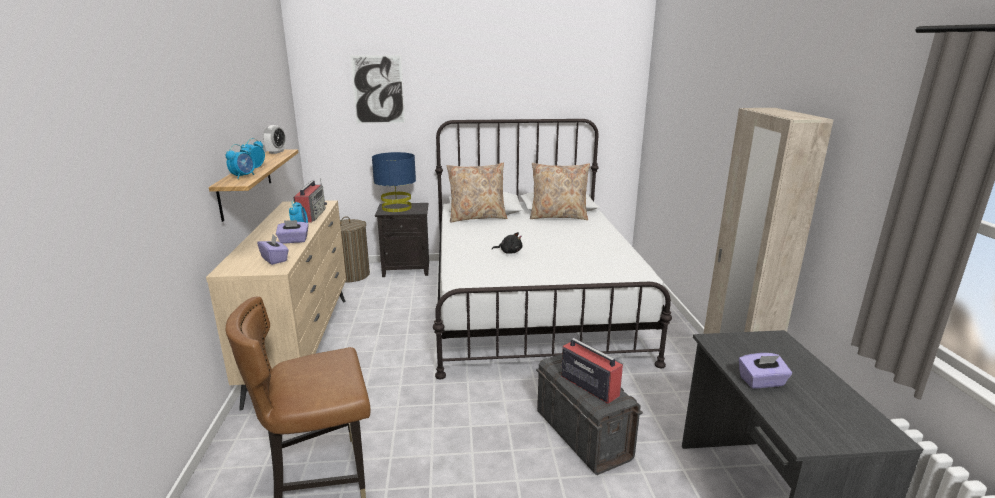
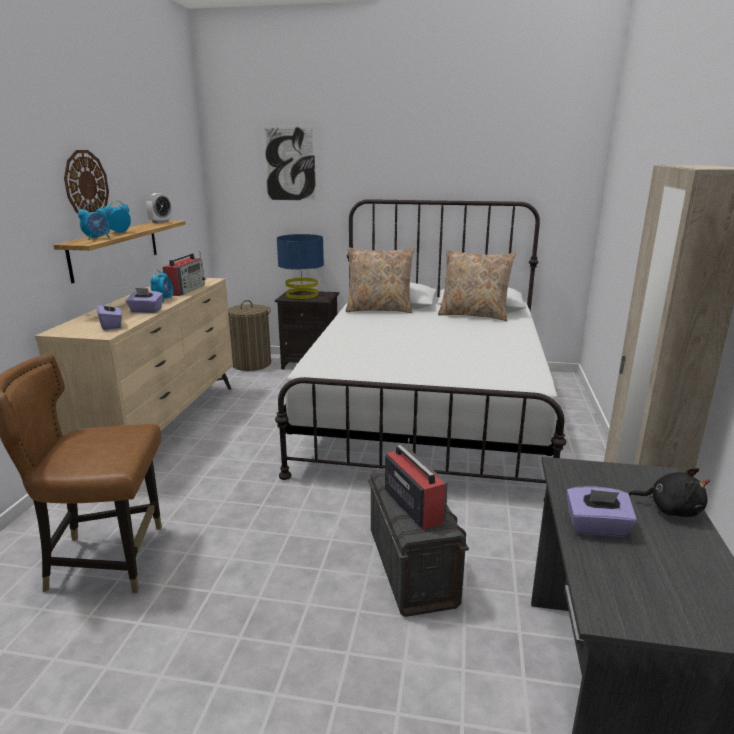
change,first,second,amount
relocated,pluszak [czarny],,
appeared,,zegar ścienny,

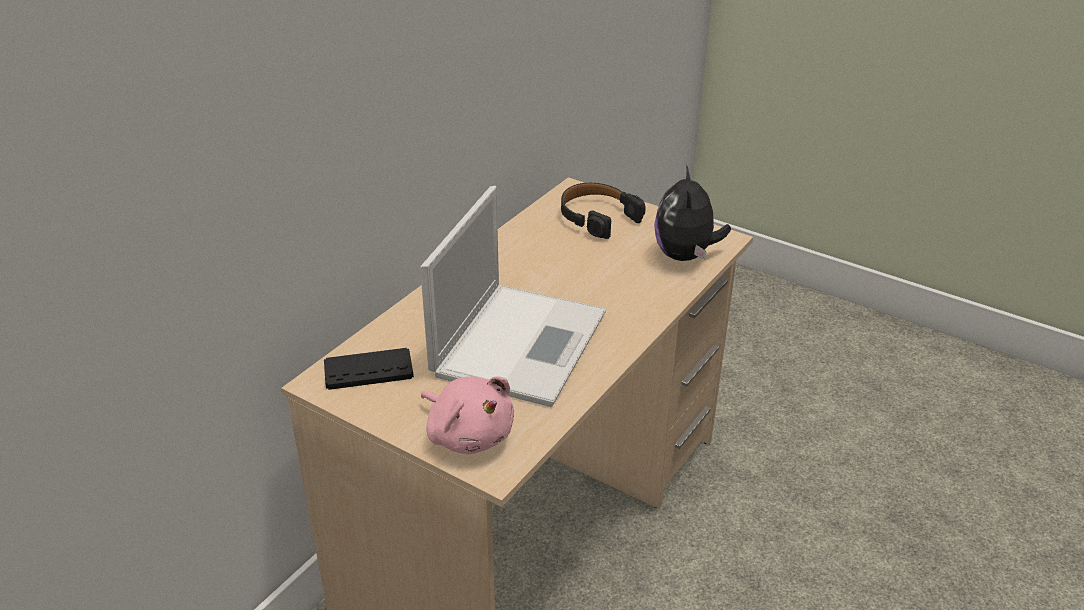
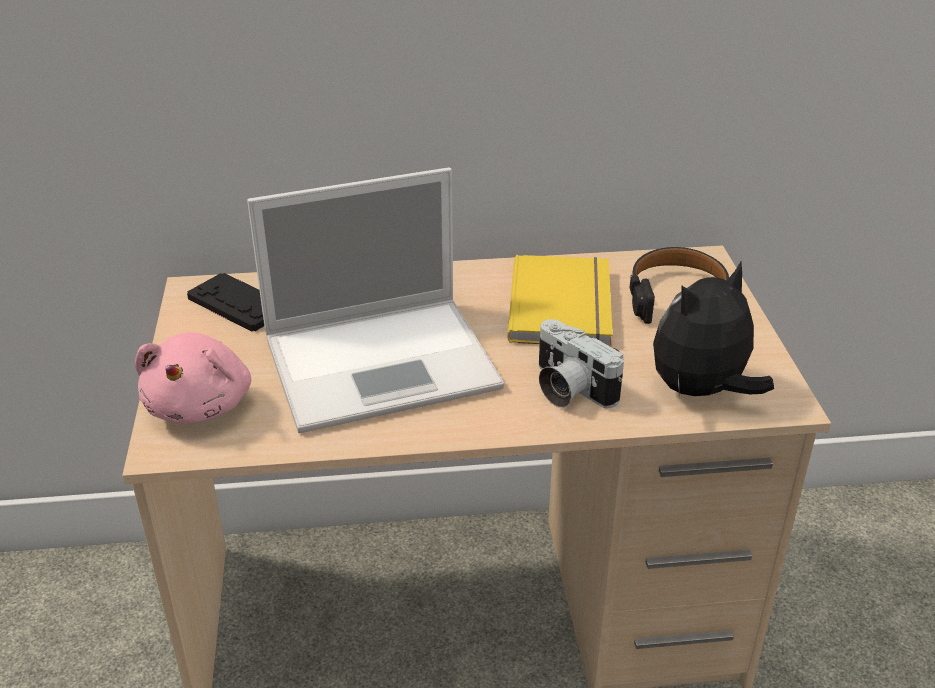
change,first,second,amount
appeared,,książka [żółty],
appeared,,aparat fotograficzny,

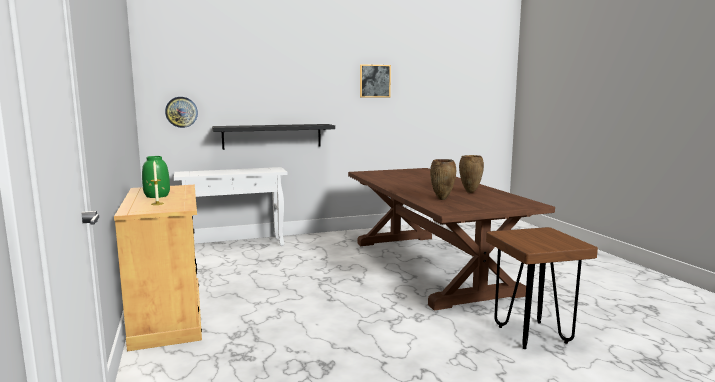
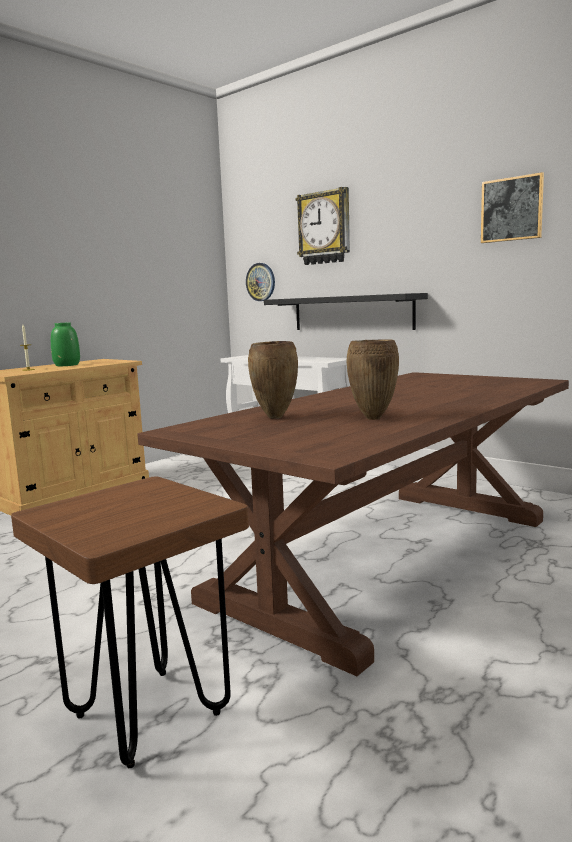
change,first,second,amount
appeared,,zegar ścienny (no. 2 from left),

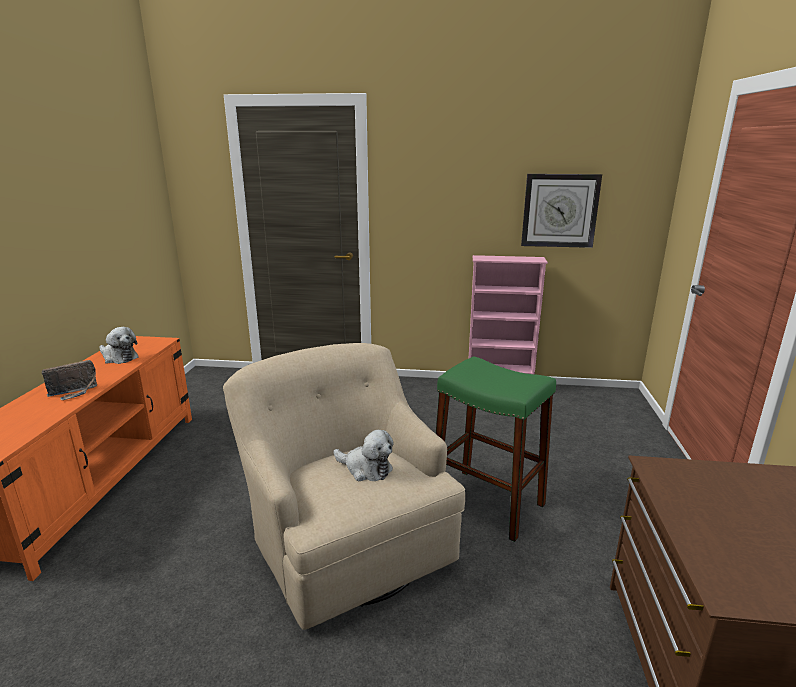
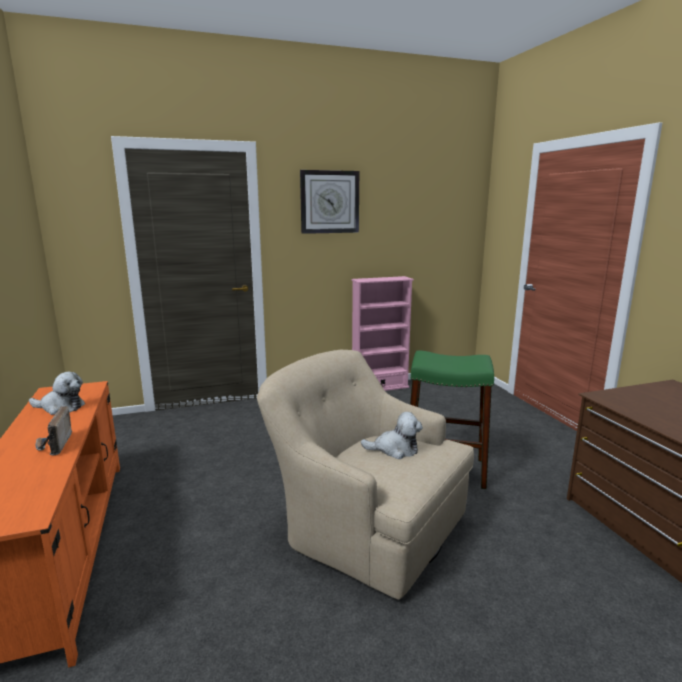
change,first,second,amount
relocated,zegar ścienny,,
spun,radio,,135 degrees clockwise

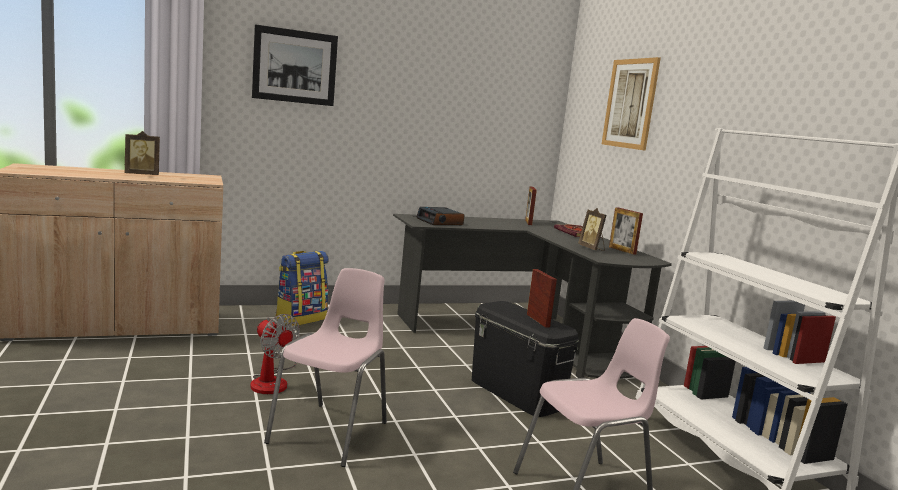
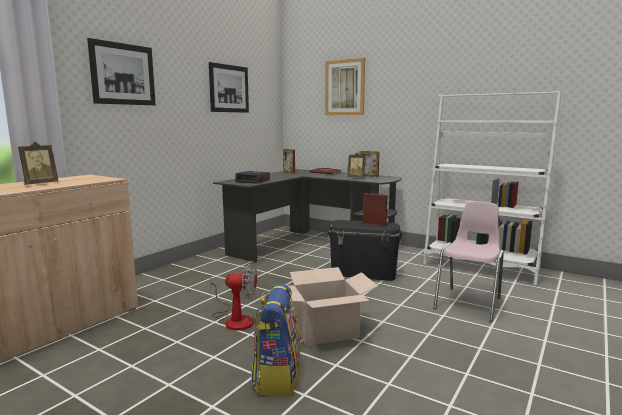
change,first,second,amount
relocated,plecak,,
exchanged,krzesło [różowy] (no. 1 from left),karton,
appeared,,obraz (no. 2 from left),

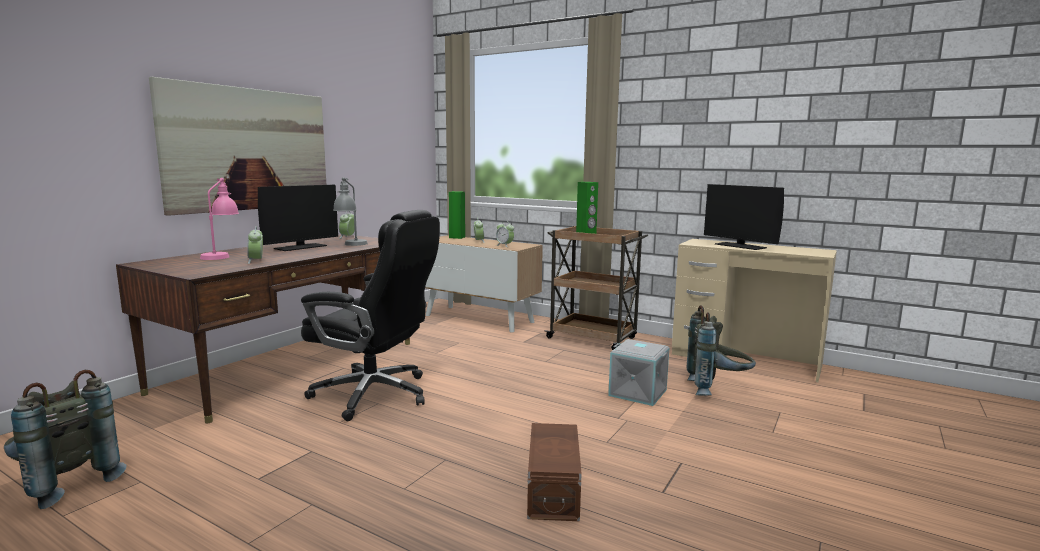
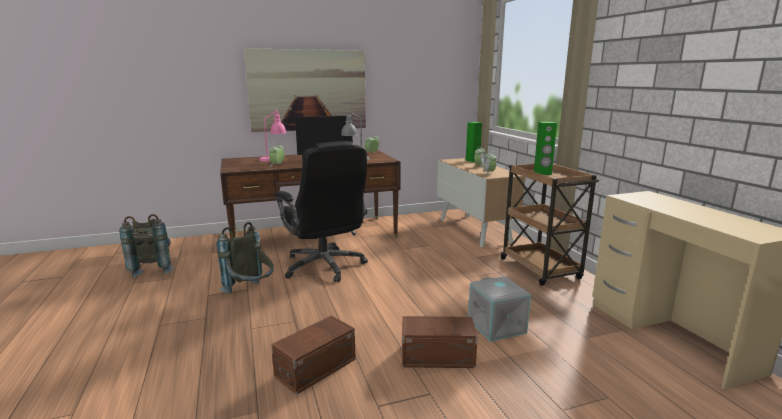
change,first,second,amount
missing,monitor (no. 2 from left),,
relocated,plecak [szary] (no. 2 from left),,
appeared,,pojemnik do przechowywania [brązowy] (no. 2 from left),

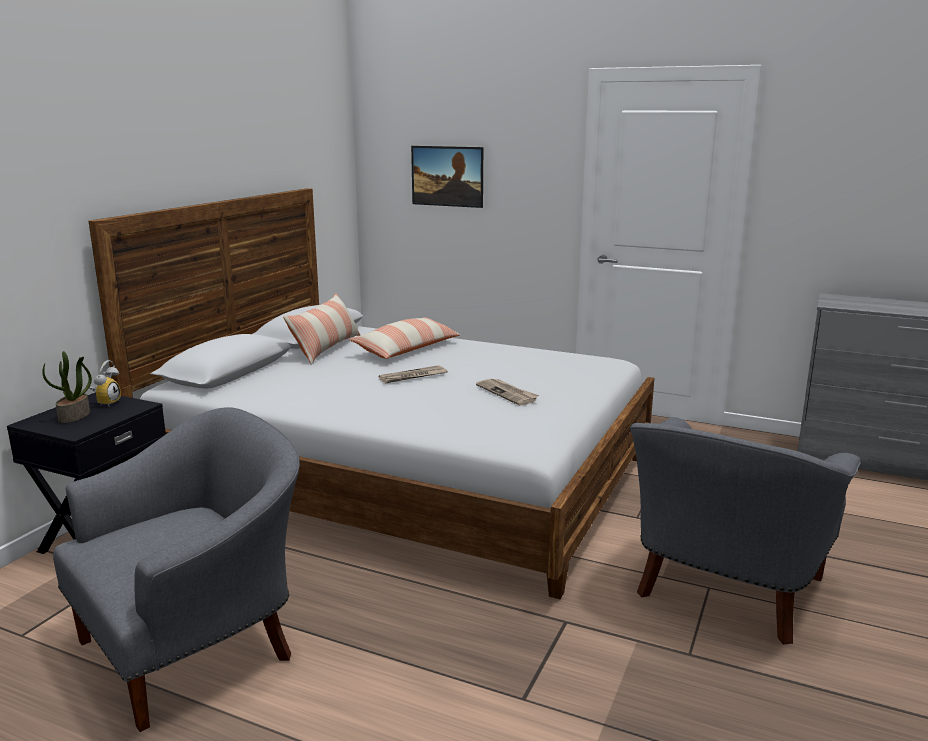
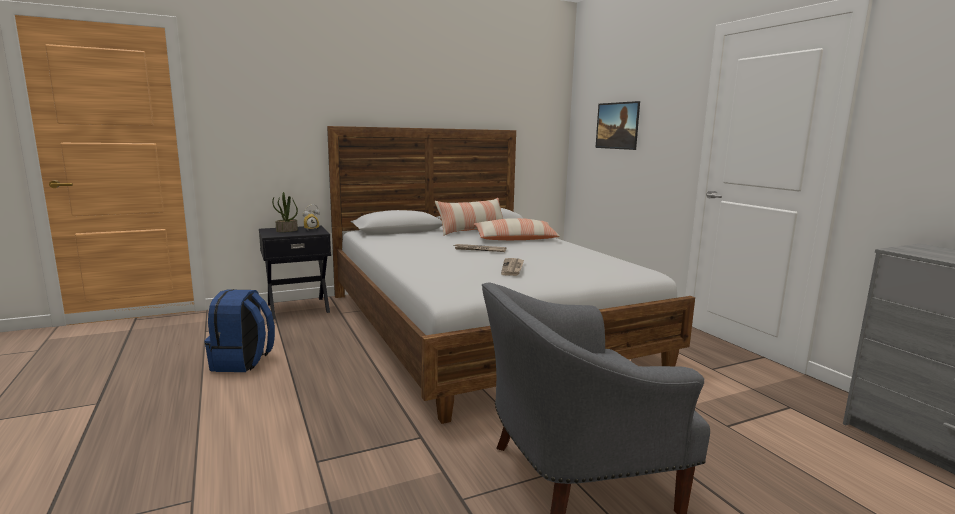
change,first,second,amount
exchanged,fotel [szary] (no. 1 from left),plecak [niebieski],

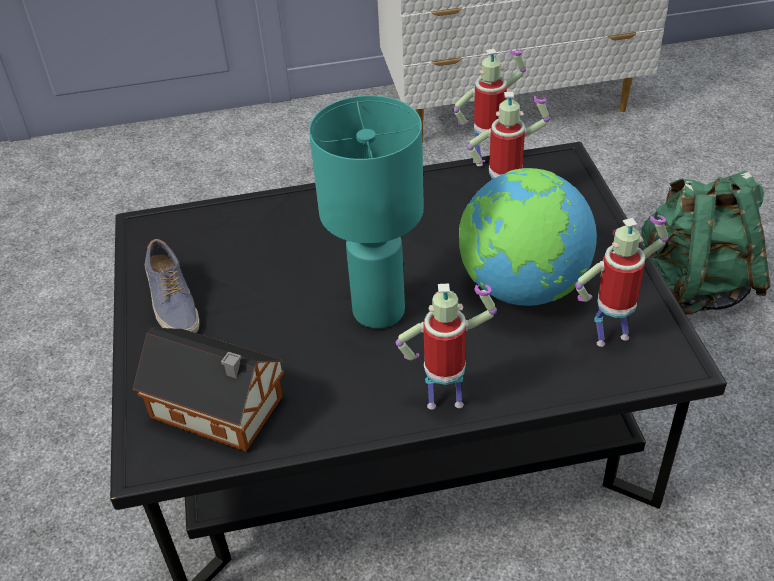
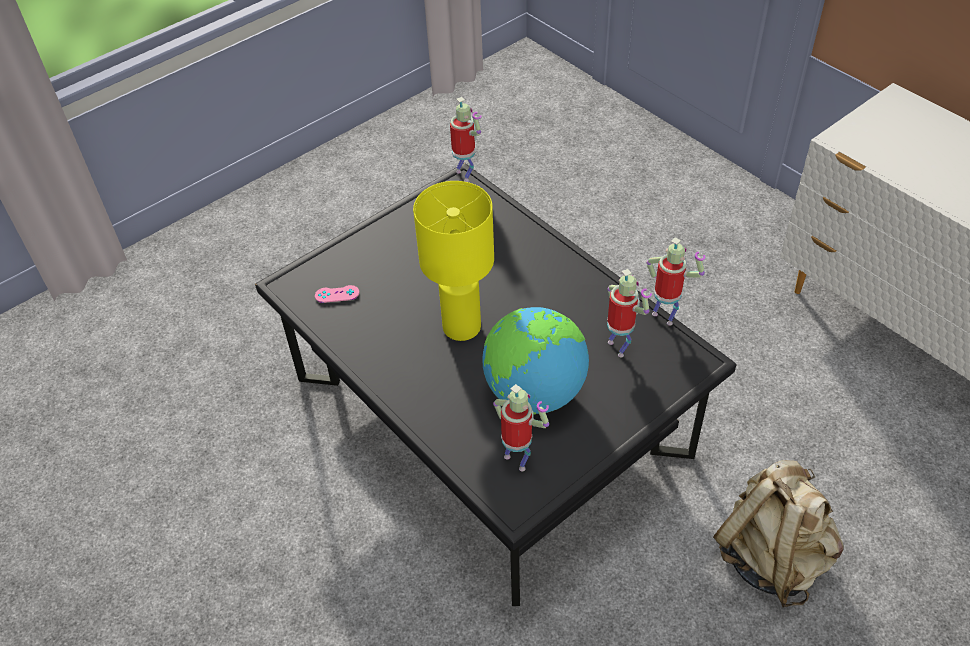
change,first,second,amount
colour,lampa stołowa [turkusowy],lampa stołowa [żółty],
colour,plecak [zielony],plecak [beżowy],
missing,but,,
relocated,robot zabawkowy (no. 1 from left),,
exchanged,domek,pad do gier [różowy],

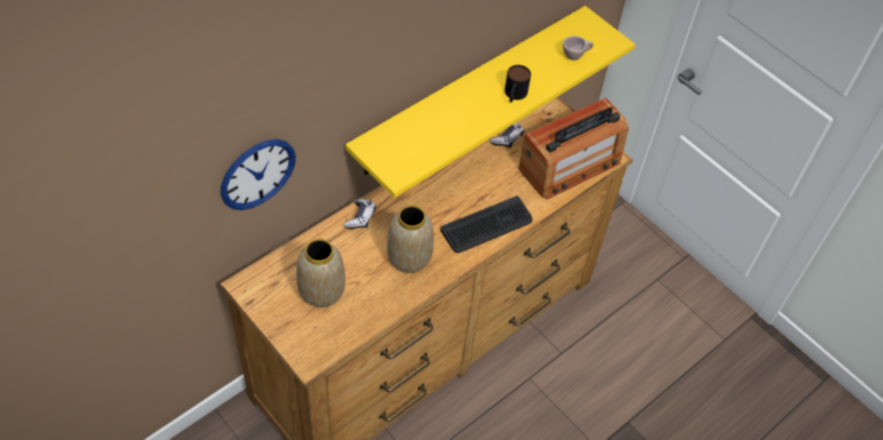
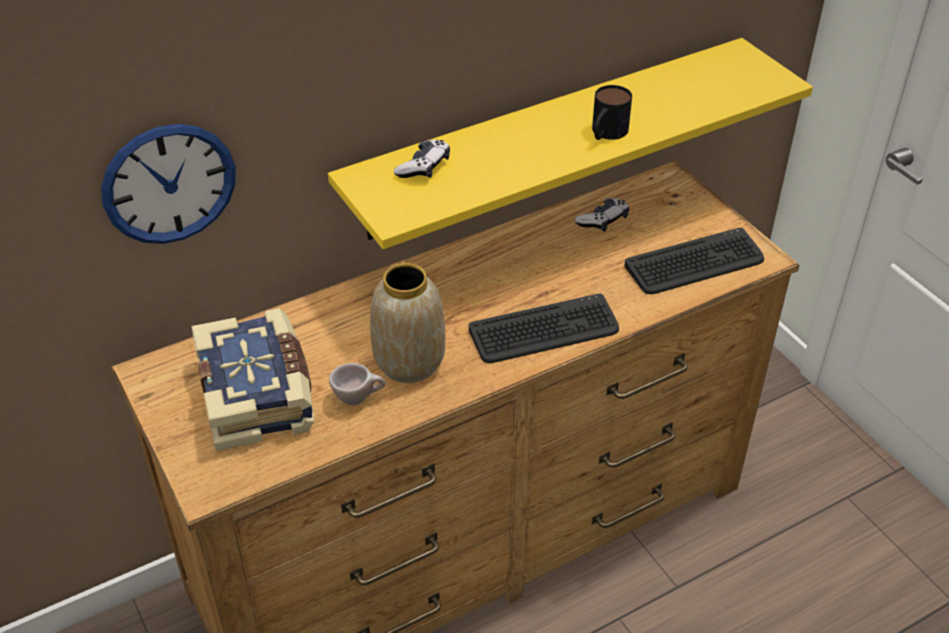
change,first,second,amount
relocated,filiżanka [beżowy],,
exchanged,radio,klawiatura (no. 2 from left),
relocated,pad do gier (no. 1 from left),,
exchanged,wazon (no. 1 from left),książka,

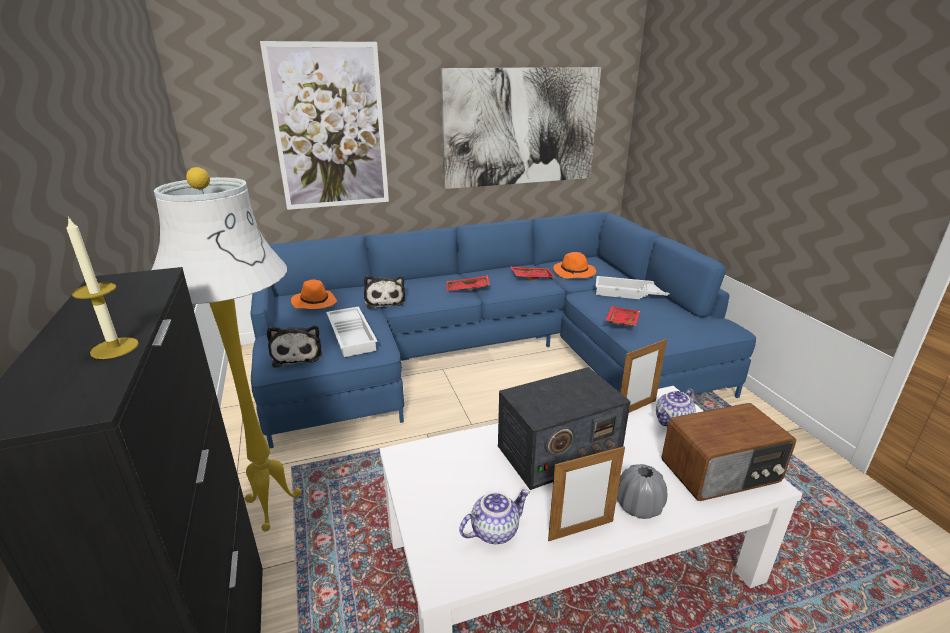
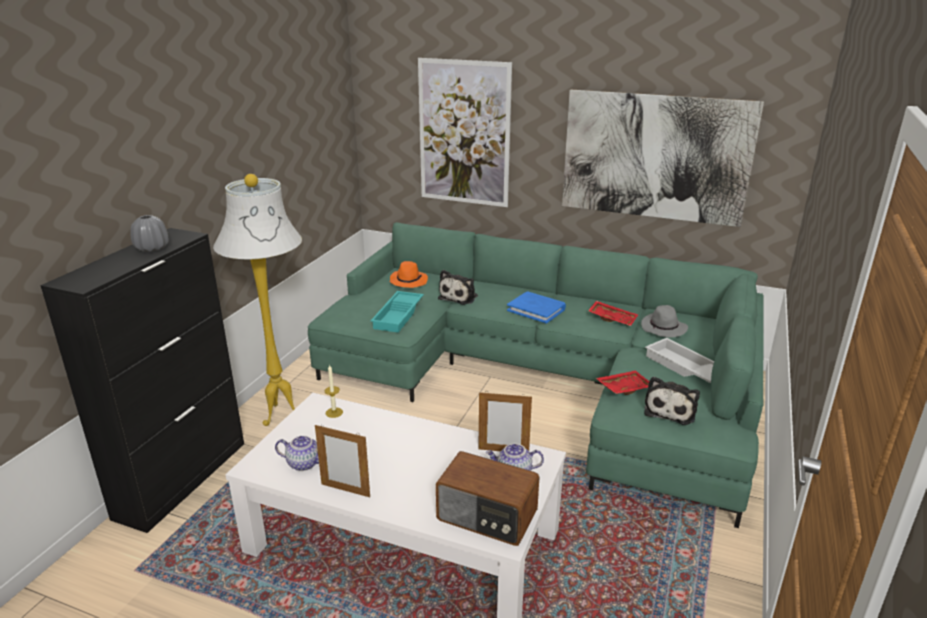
change,first,second,amount
colour,kanapa [niebieski],kanapa [zielony],
relocated,świeca,,
colour,kapelusz [pomarańczowy] (no. 2 from left),kapelusz [szary],
exchanged,taca [czerwony] (no. 1 from left),książka [niebieski],
colour,taca [biały] (no. 1 from left),taca [turkusowy],
relocated,pluszak (no. 1 from left in the first image),pluszak (no. 2 from left),
missing,radio (no. 1 from left),,
relocated,wazon [szary],,

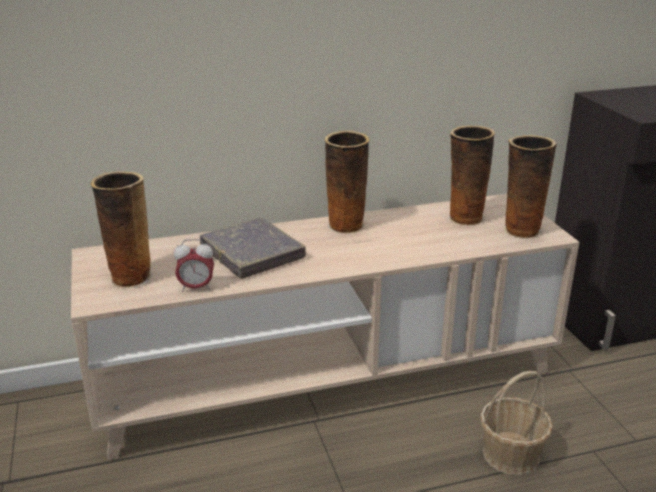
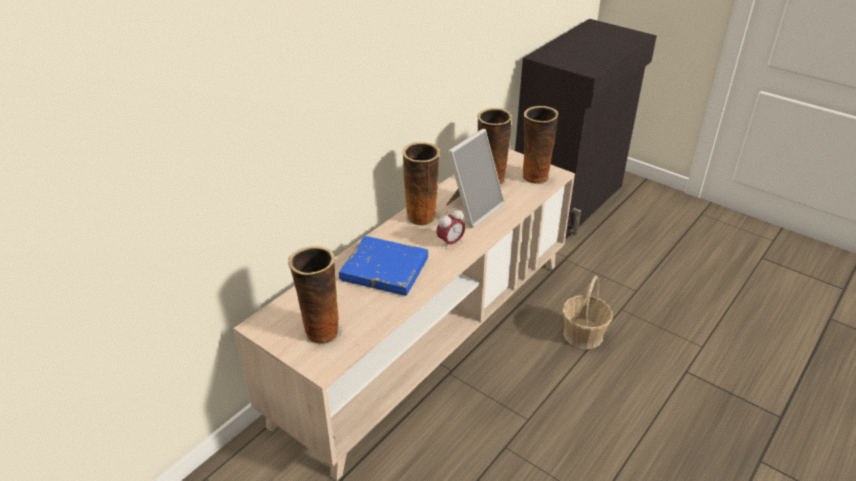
change,first,second,amount
colour,książka [szary],książka [niebieski],
relocated,budzik,,
appeared,,ramka na zdjęcie,

